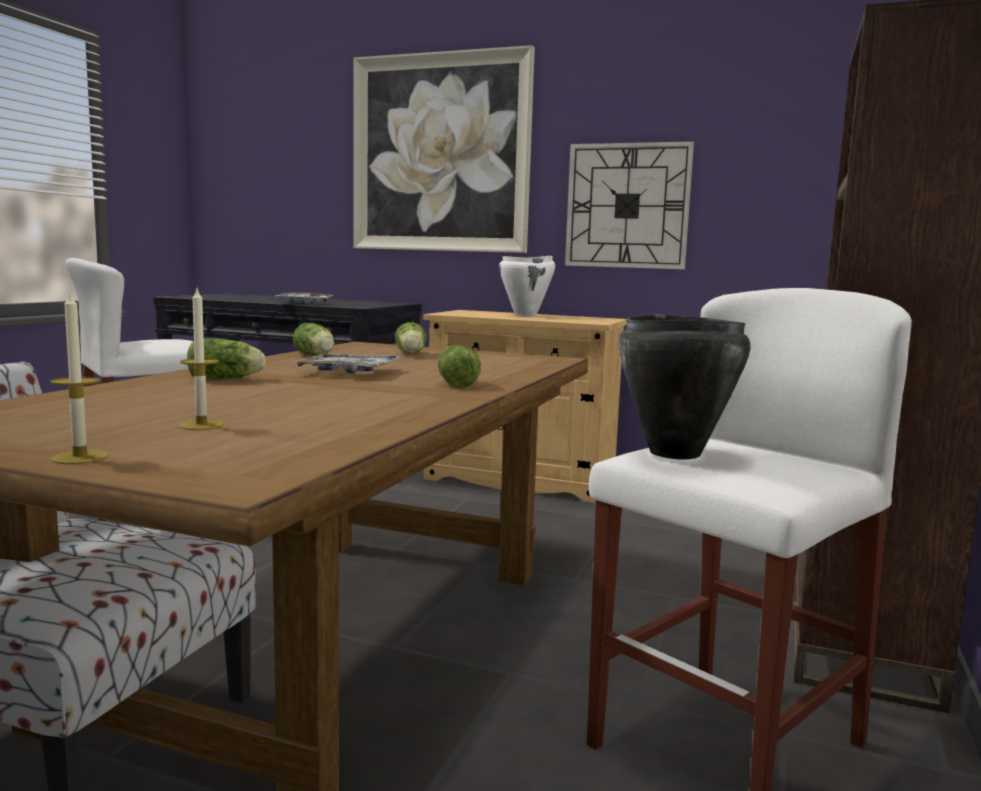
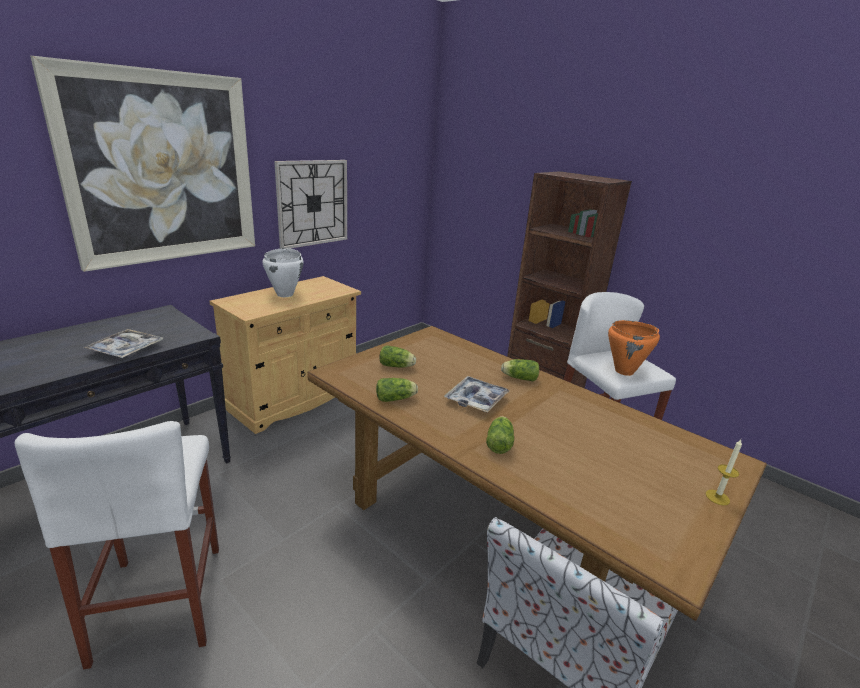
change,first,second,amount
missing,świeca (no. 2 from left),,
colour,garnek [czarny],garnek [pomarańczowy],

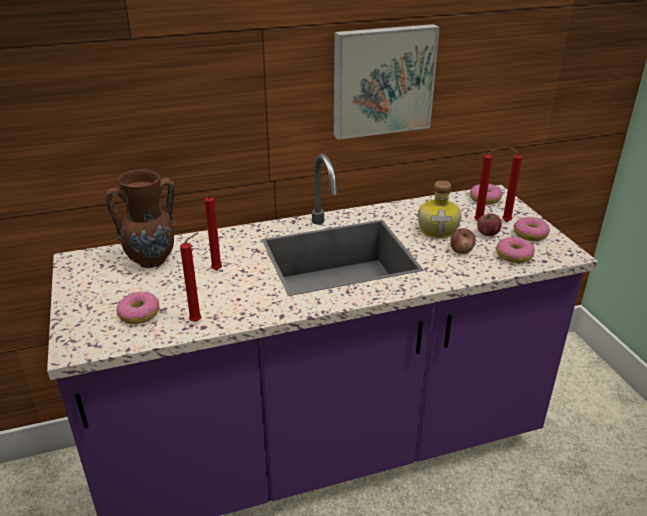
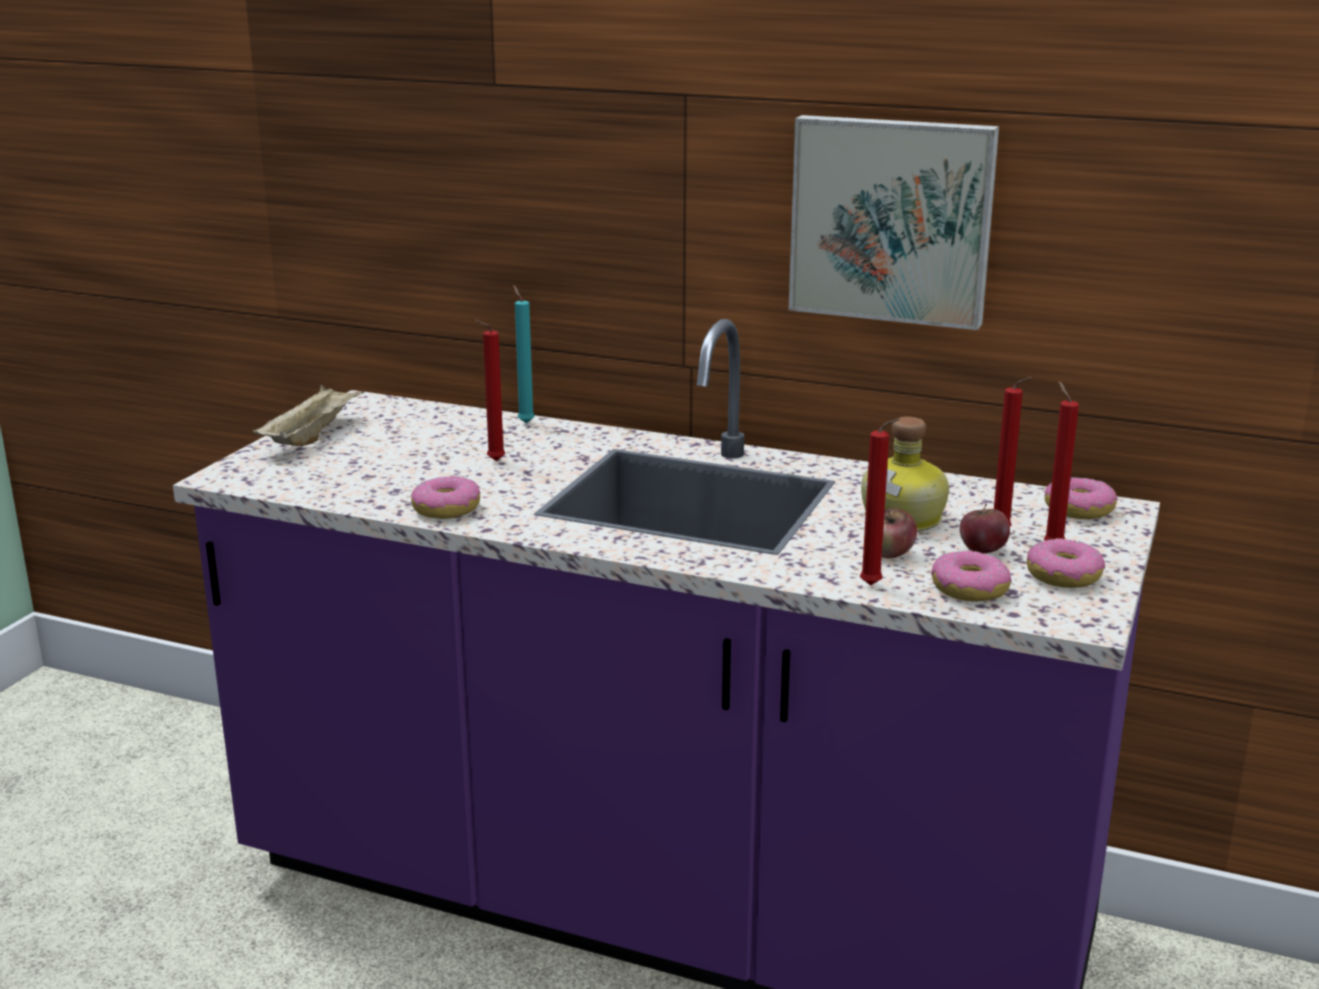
change,first,second,amount
missing,wazon [brązowy],,
relocated,świeca [czerwony] (no. 1 from left in the first image),świeca [czerwony] (no. 2 from left),
relocated,donut (no. 1 from left),,
appeared,,świeca [turkusowy],
appeared,,taca [beżowy],

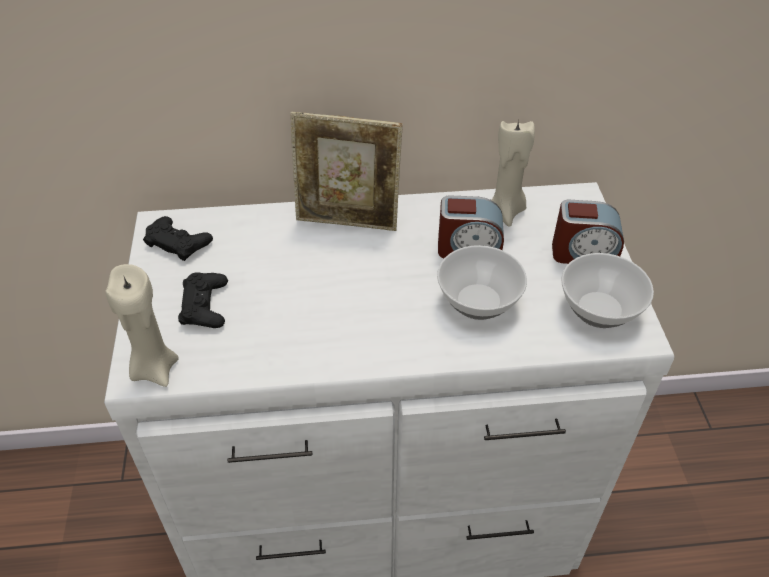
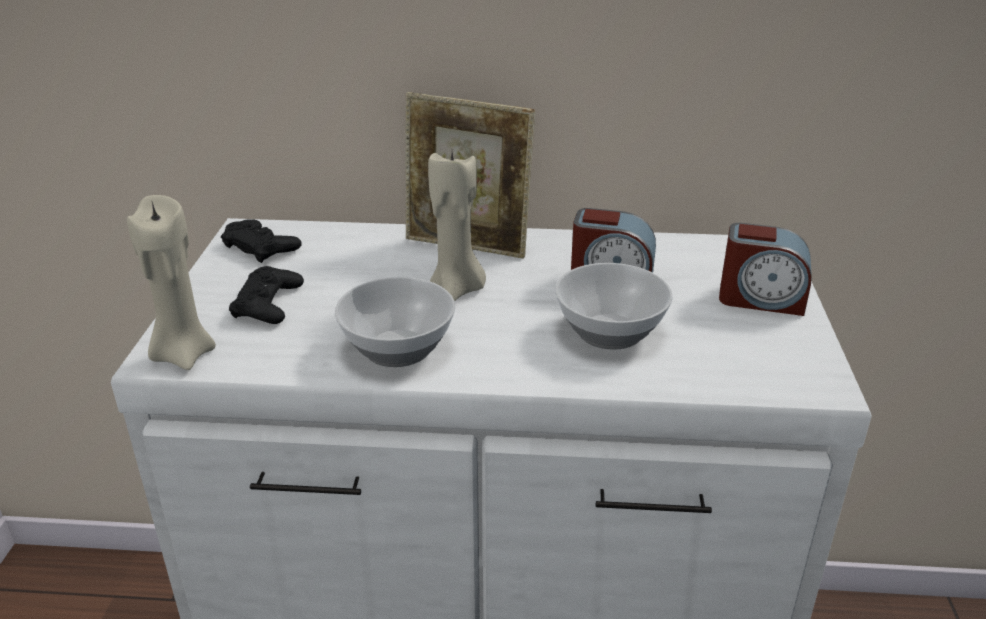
change,first,second,amount
relocated,świeca [beżowy] (no. 2 from left),,
relocated,miska (no. 2 from left in the first image),miska (no. 1 from left),

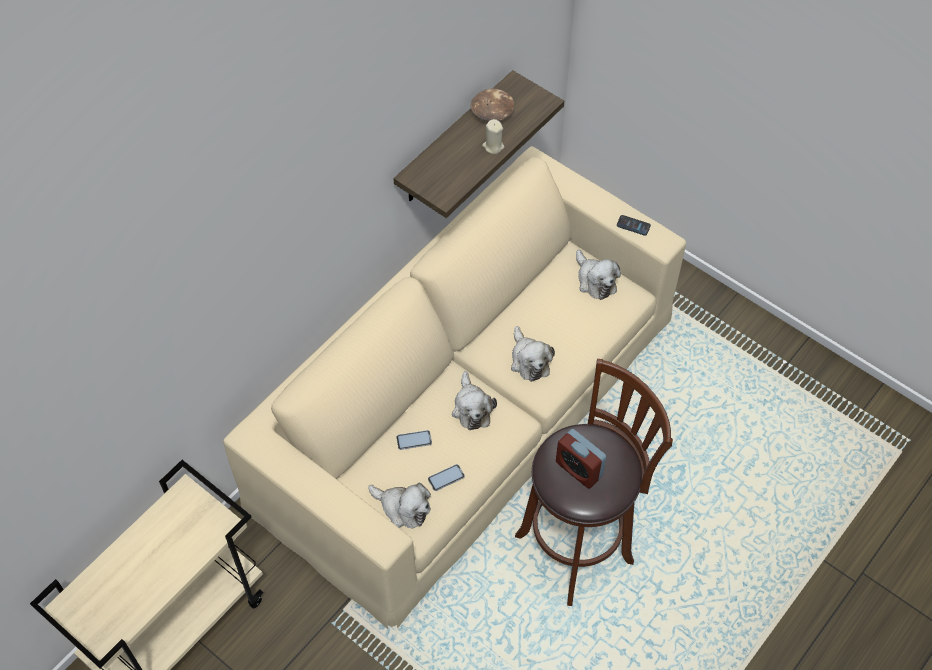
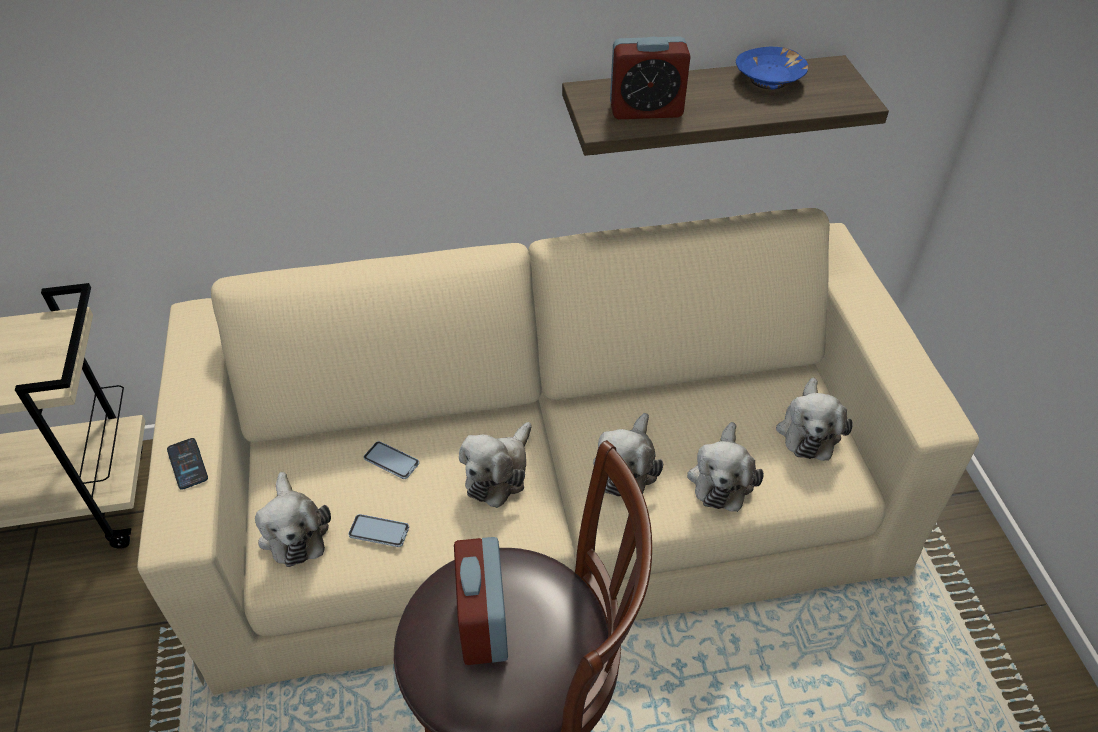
change,first,second,amount
colour,miska [brązowy],miska [niebieski],
missing,świeca [beżowy],,
relocated,telefon (no. 3 from left in the first image),telefon (no. 1 from left),
appeared,,budzik (no. 2 from left),
appeared,,pluszak (no. 4 from left),

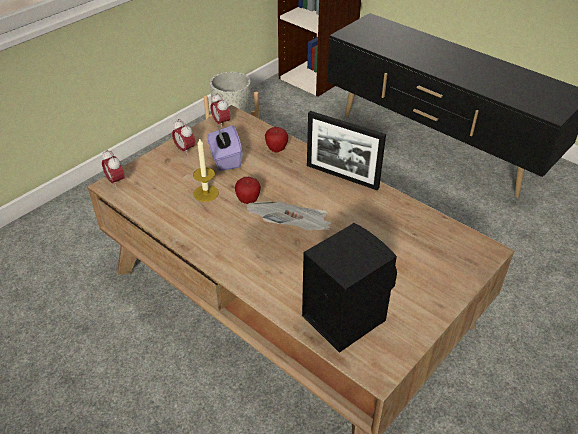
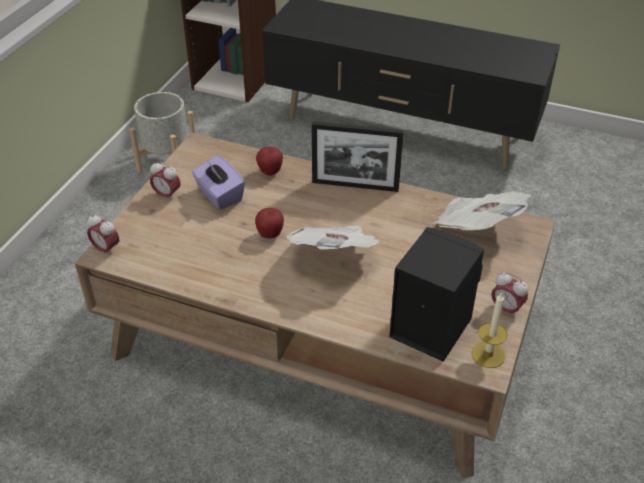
change,first,second,amount
relocated,budzik (no. 3 from left),,
relocated,świeca,,
appeared,,gazeta (no. 2 from left),

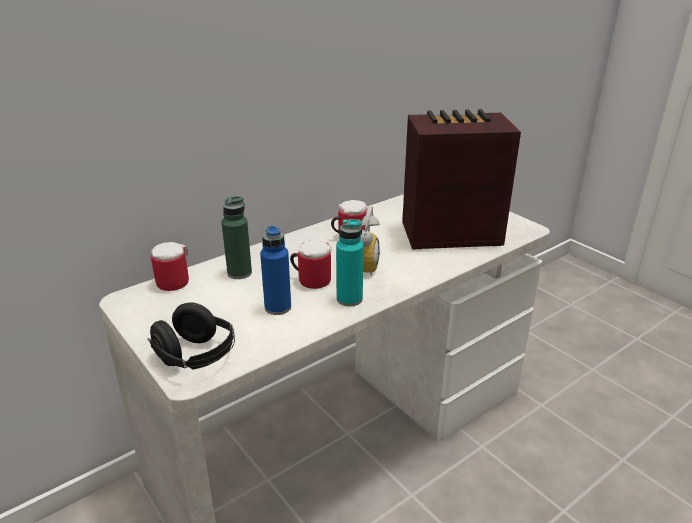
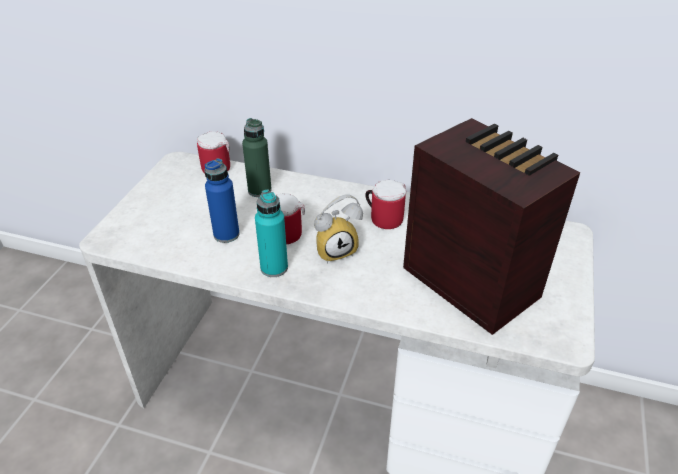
change,first,second,amount
missing,słuchawki [czarny],,

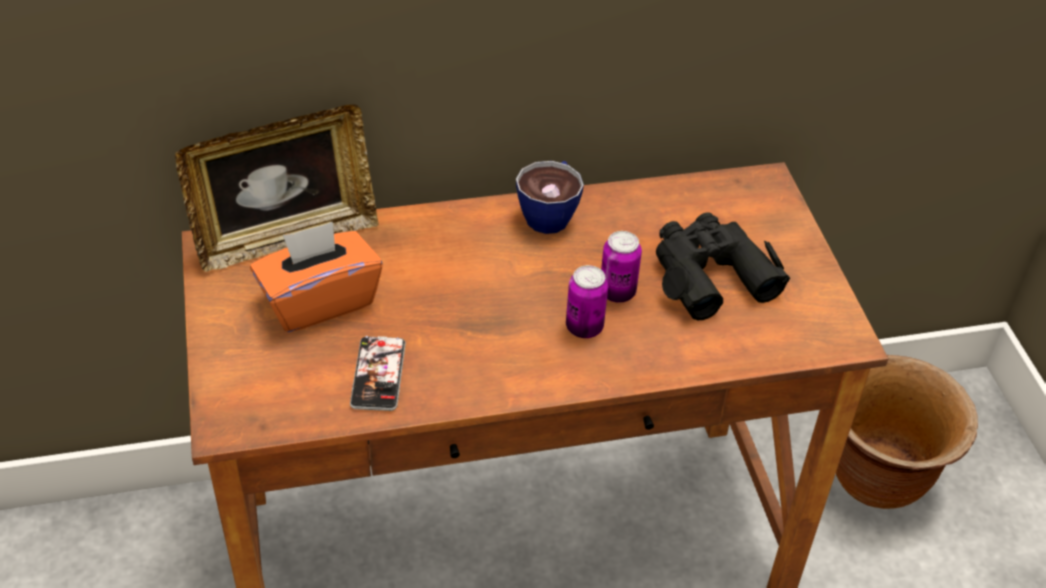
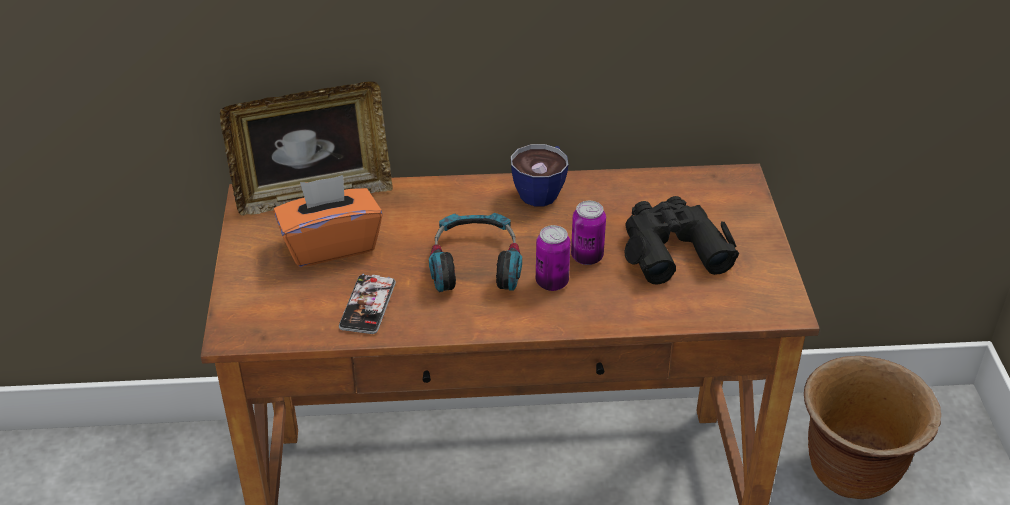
change,first,second,amount
appeared,,słuchawki,

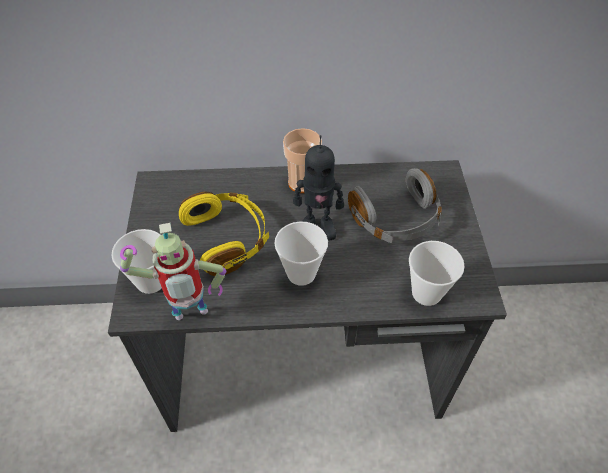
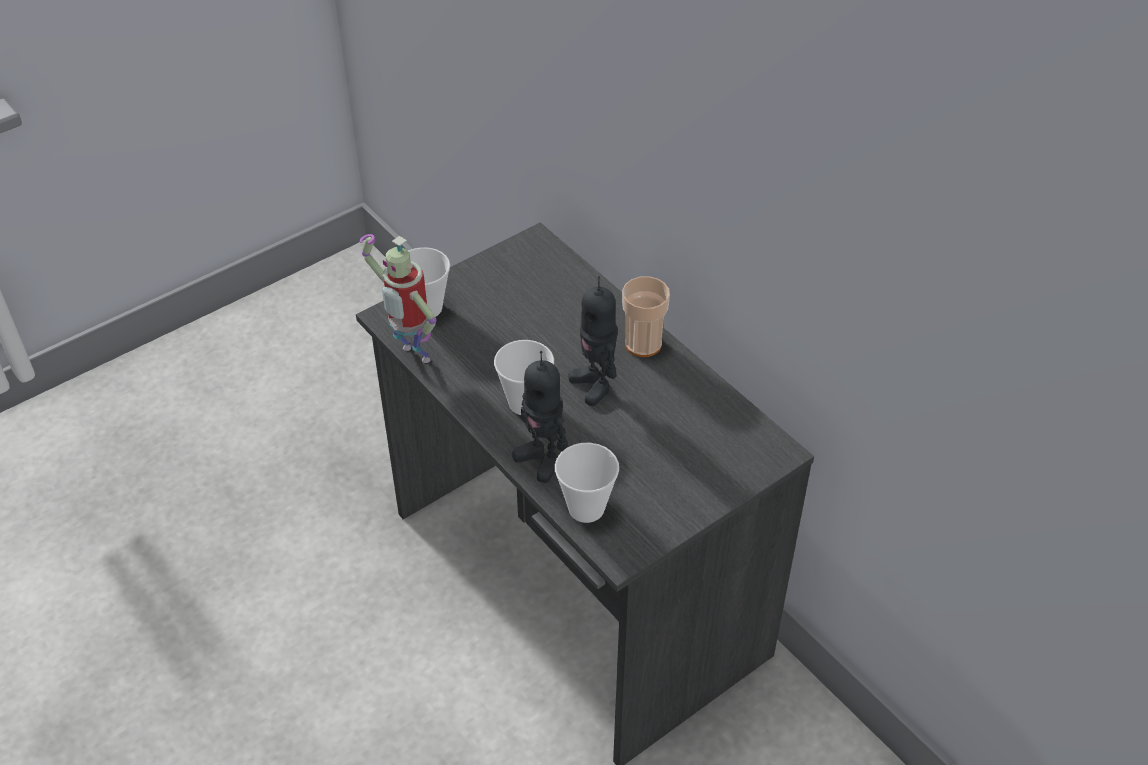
change,first,second,amount
missing,słuchawki [szary],,
missing,słuchawki [żółty],,
appeared,,robot zabawkowy (no. 2 from left),

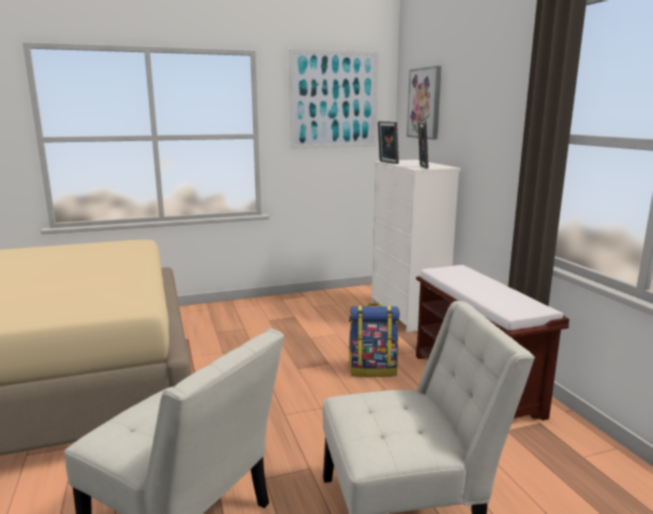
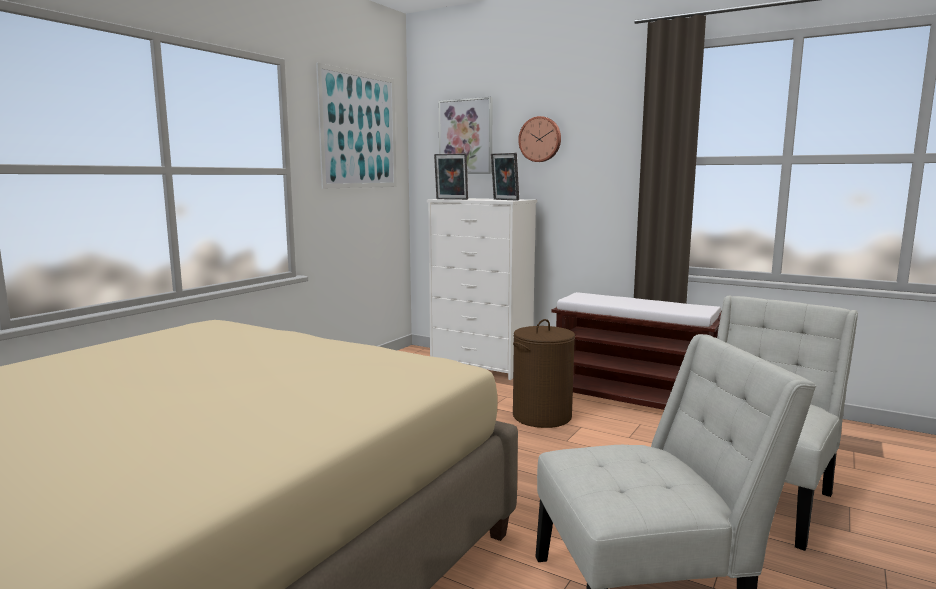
change,first,second,amount
exchanged,plecak,kosz na pranie [brązowy],
appeared,,zegar ścienny,

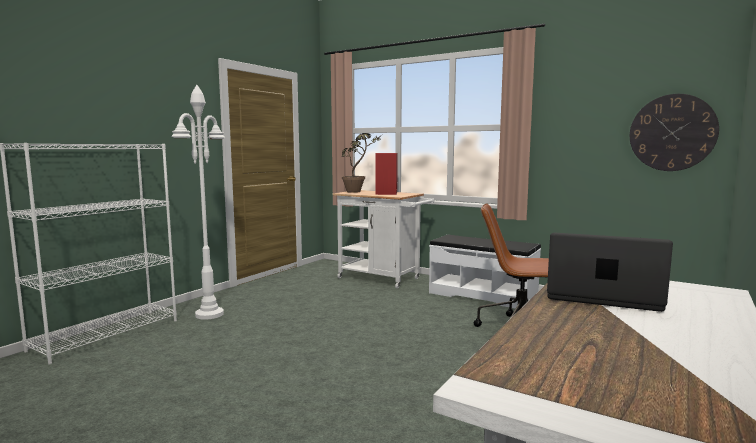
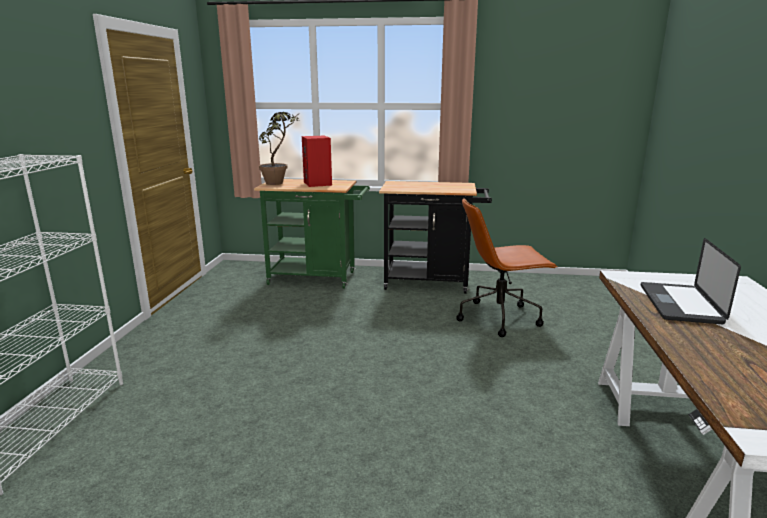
change,first,second,amount
missing,lampa stojąca [biały],,
missing,zegar ścienny,,
colour,wózek [biały],wózek [zielony],
spun,laptop,,75 degrees counterclockwise
exchanged,ławka [biały],wózek [czarny],

